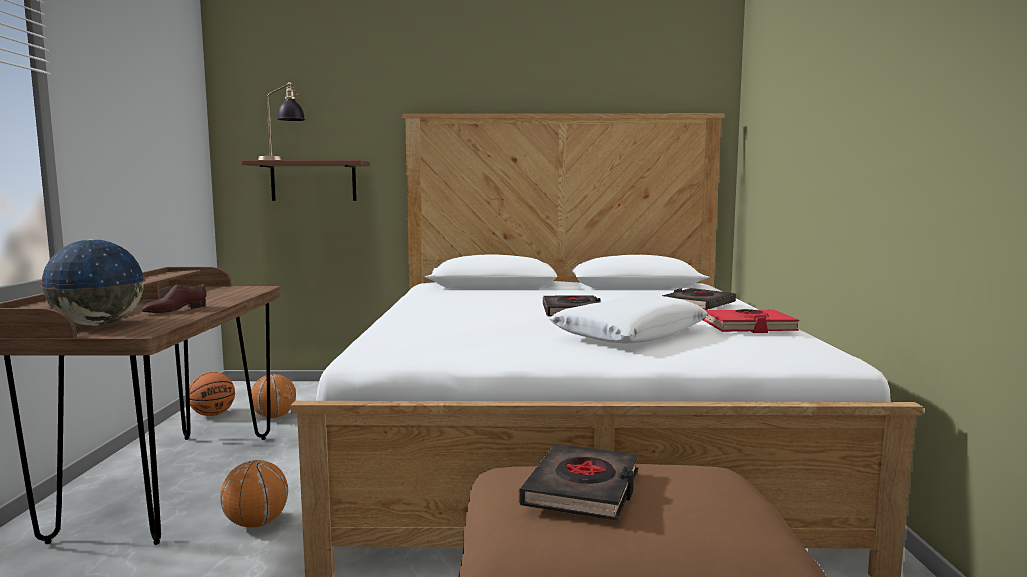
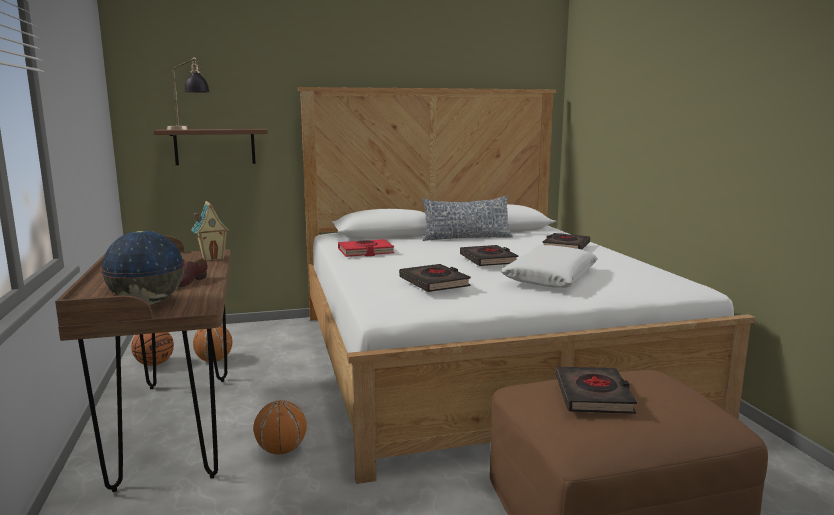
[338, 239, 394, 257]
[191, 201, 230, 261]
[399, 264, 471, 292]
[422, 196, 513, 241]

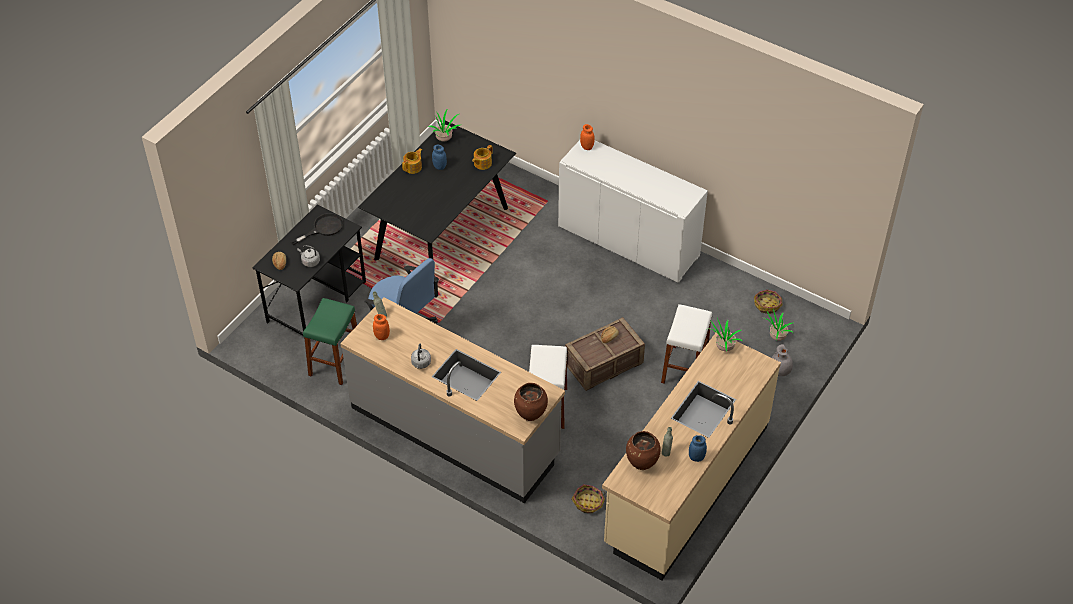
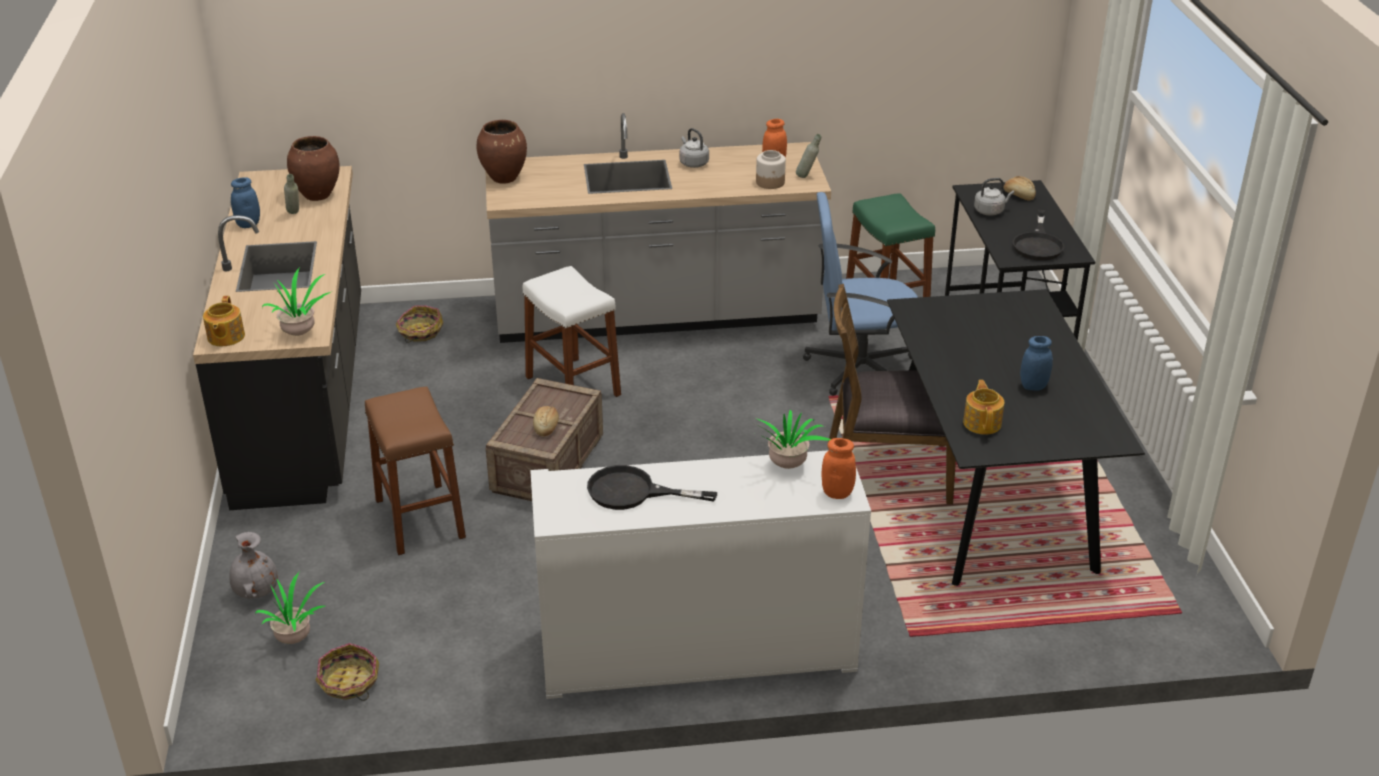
[203, 296, 245, 346]
[755, 410, 831, 469]
[193, 166, 361, 510]
[365, 386, 466, 555]
[587, 465, 717, 510]
[756, 150, 786, 189]
[828, 284, 956, 504]

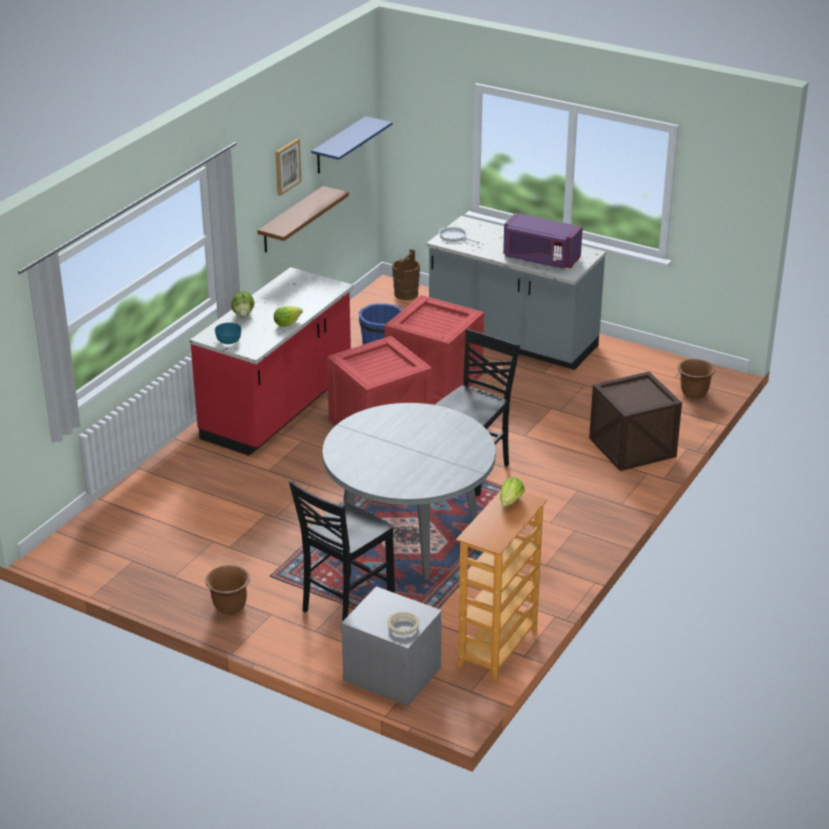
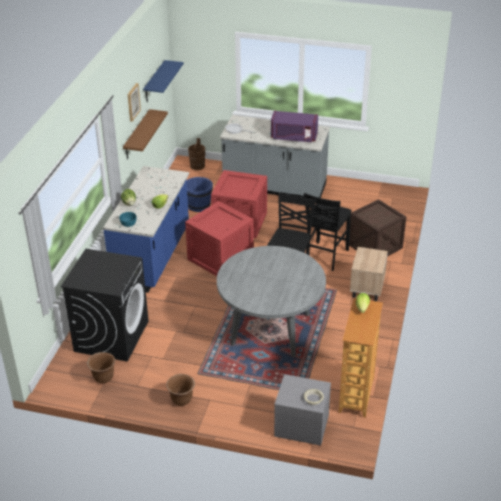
[103, 166, 189, 293]
[304, 193, 352, 271]
[87, 352, 115, 383]
[61, 249, 149, 362]
[350, 247, 388, 301]

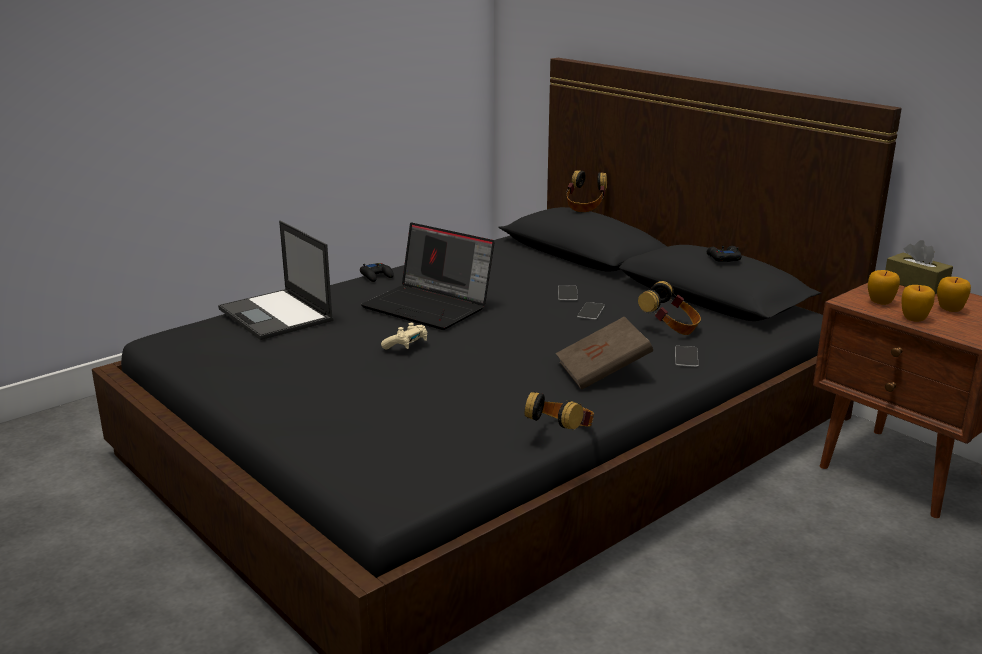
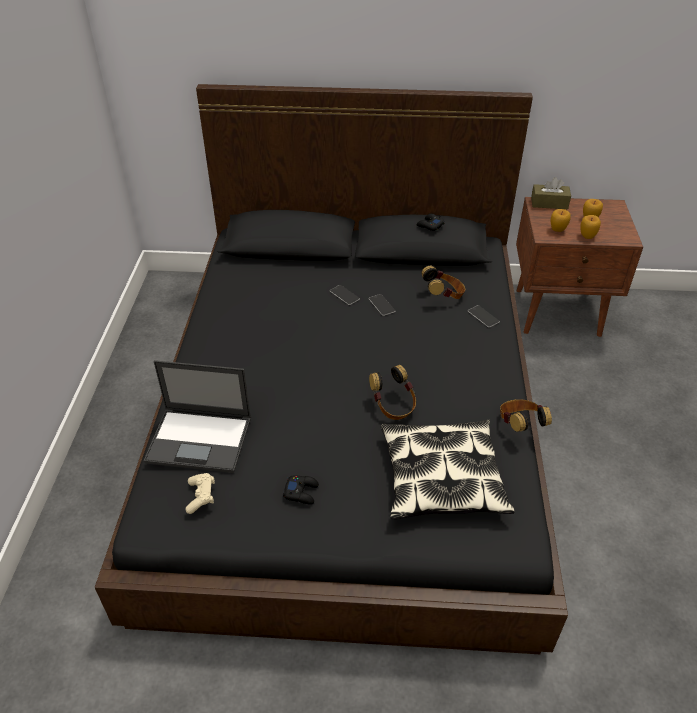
[283, 475, 319, 505]
[361, 223, 495, 330] (first image)
[185, 473, 215, 514]
[556, 317, 653, 390] (first image)
[369, 365, 416, 420]
[381, 419, 515, 520]

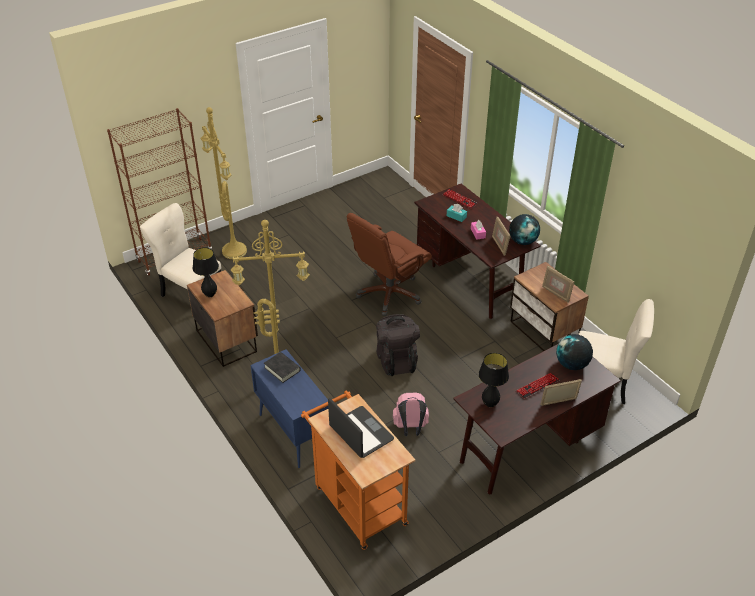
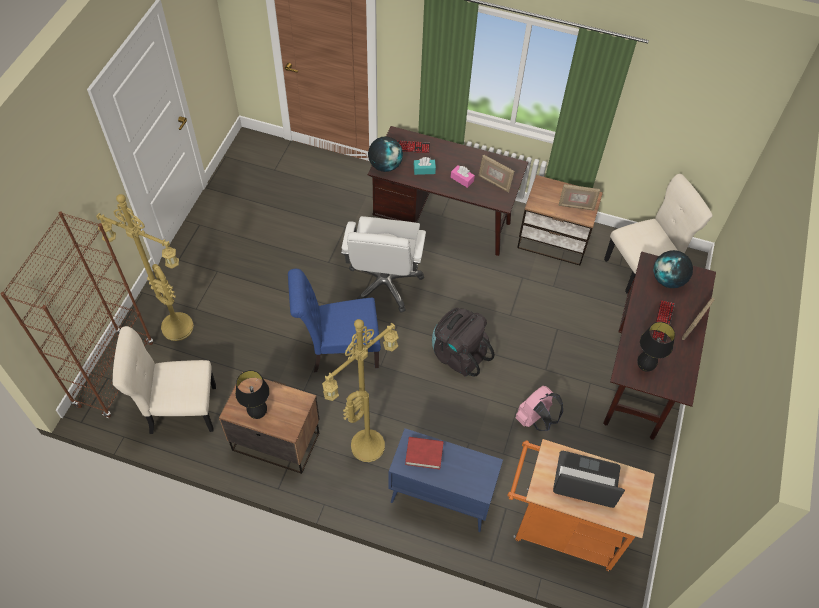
[405, 437, 444, 470]
[341, 216, 426, 313]
[368, 136, 403, 172]
[288, 269, 381, 372]

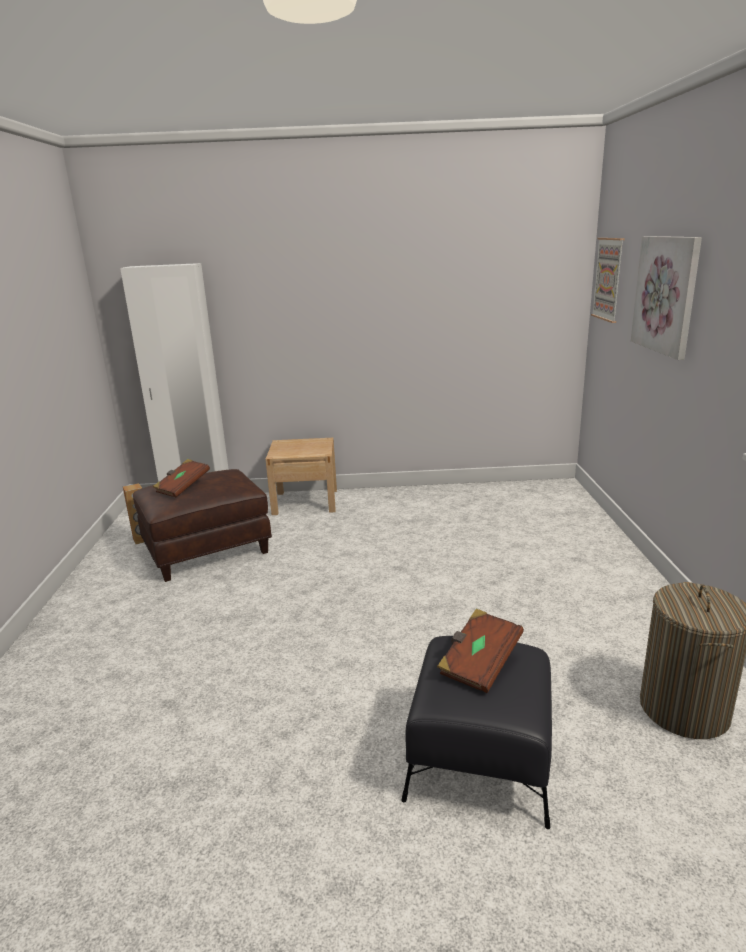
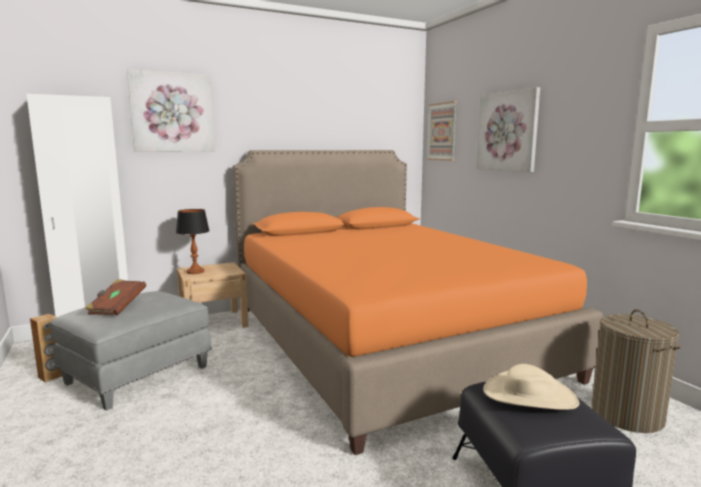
[50, 291, 212, 411]
[483, 364, 579, 410]
[127, 69, 215, 152]
[176, 209, 210, 274]
[232, 150, 603, 455]

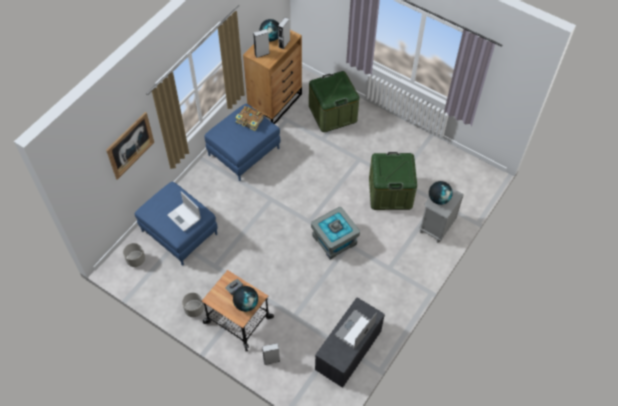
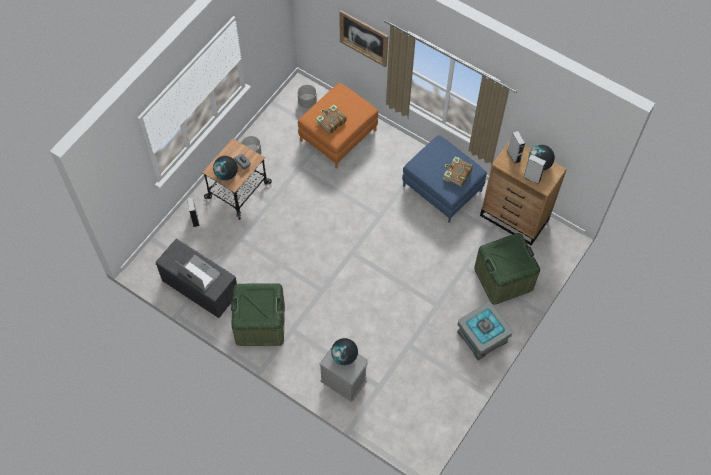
[298, 83, 378, 169]
[316, 104, 347, 134]
[457, 302, 513, 360]
[231, 283, 285, 346]

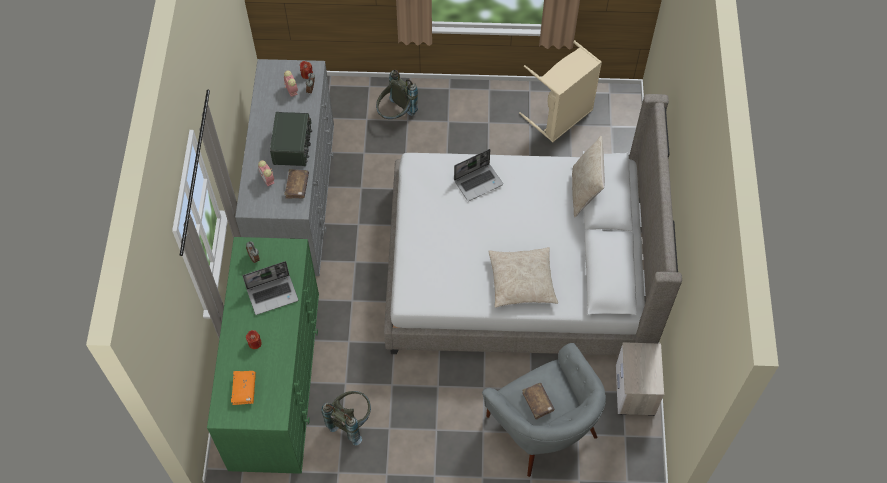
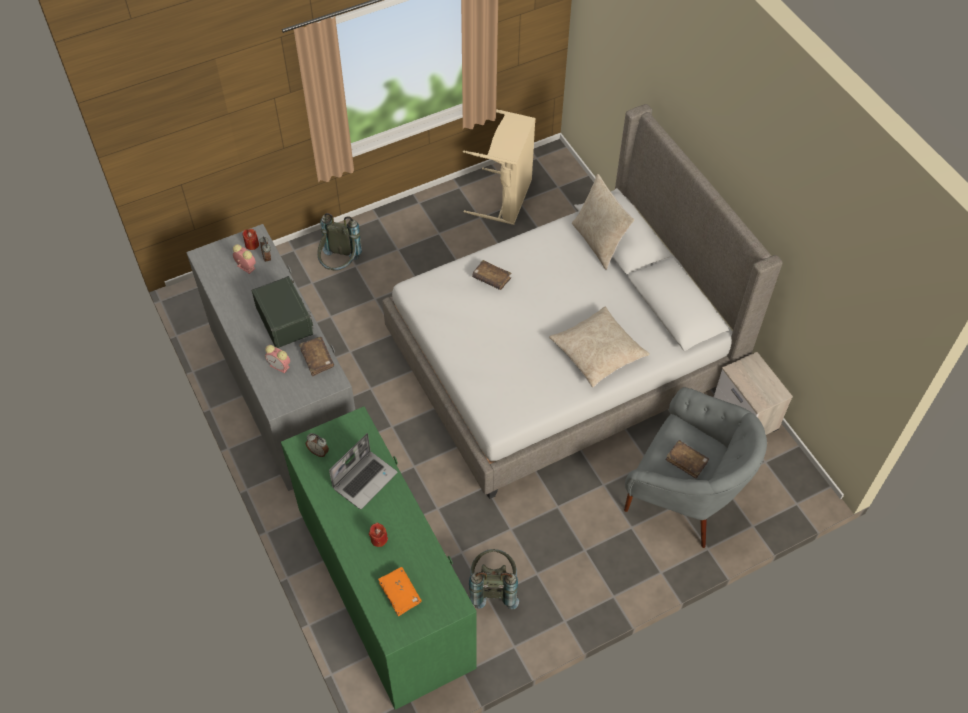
[472, 260, 511, 290]

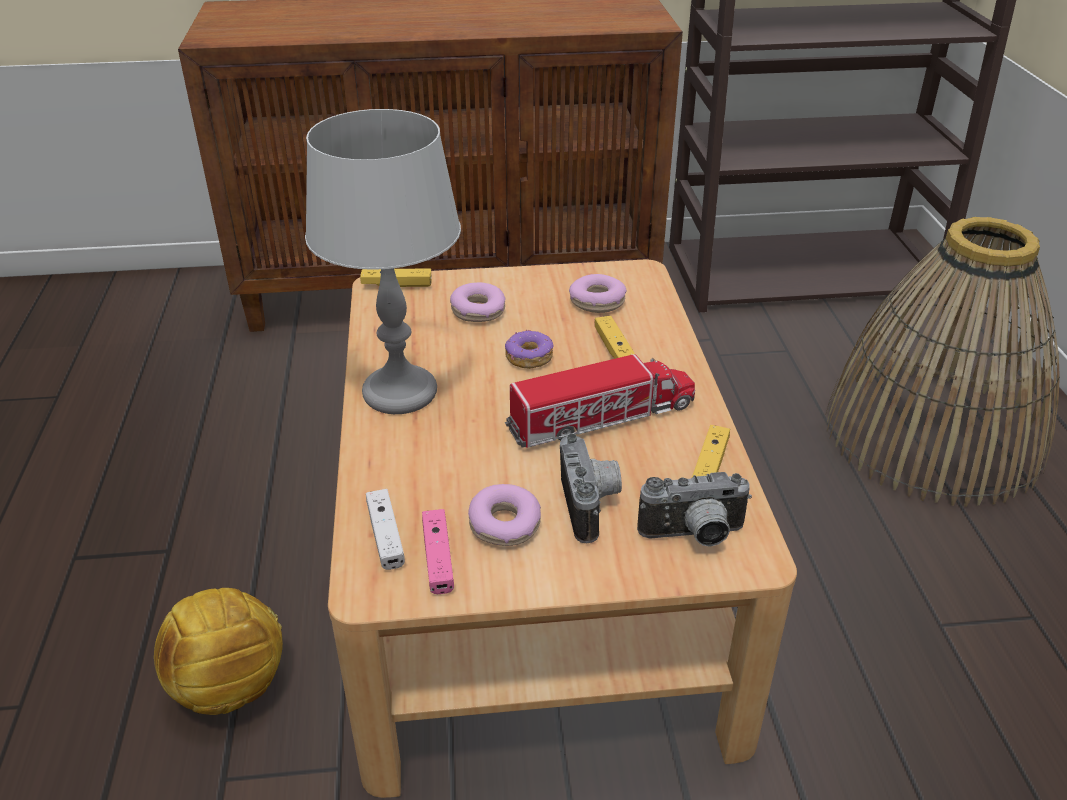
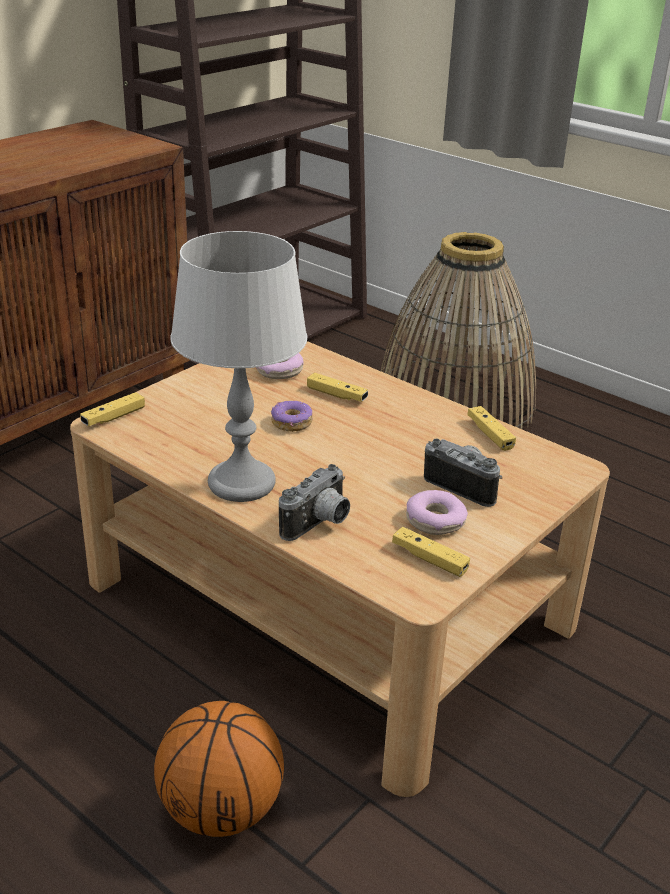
[154, 701, 284, 837]
[366, 489, 405, 570] (first image)
[392, 527, 470, 577]
[450, 282, 505, 322] (first image)
[505, 354, 695, 448] (first image)
[279, 464, 350, 541]

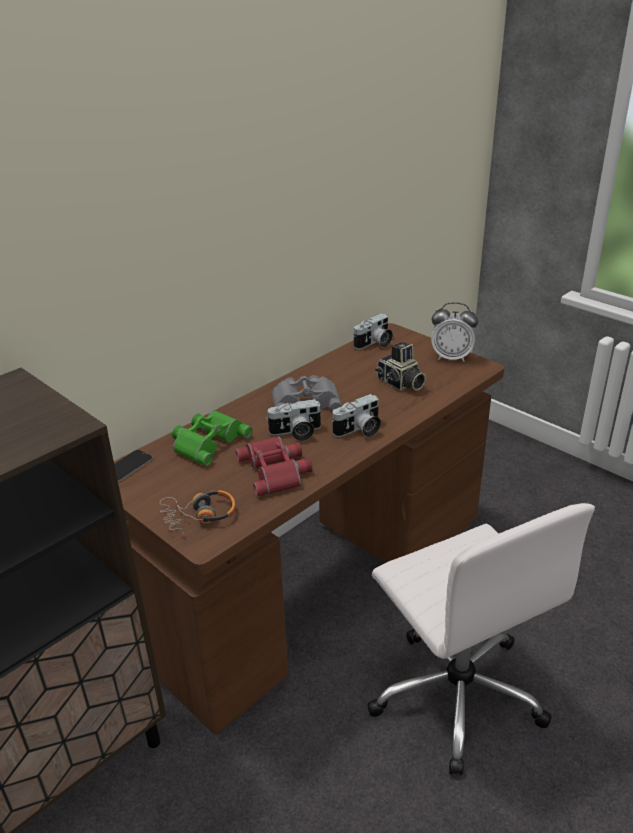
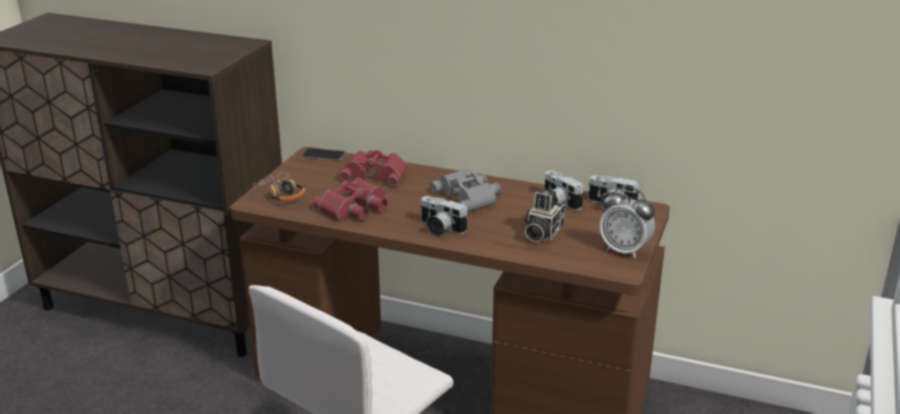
[339, 150, 408, 187]
[545, 170, 584, 211]
[600, 186, 655, 258]

